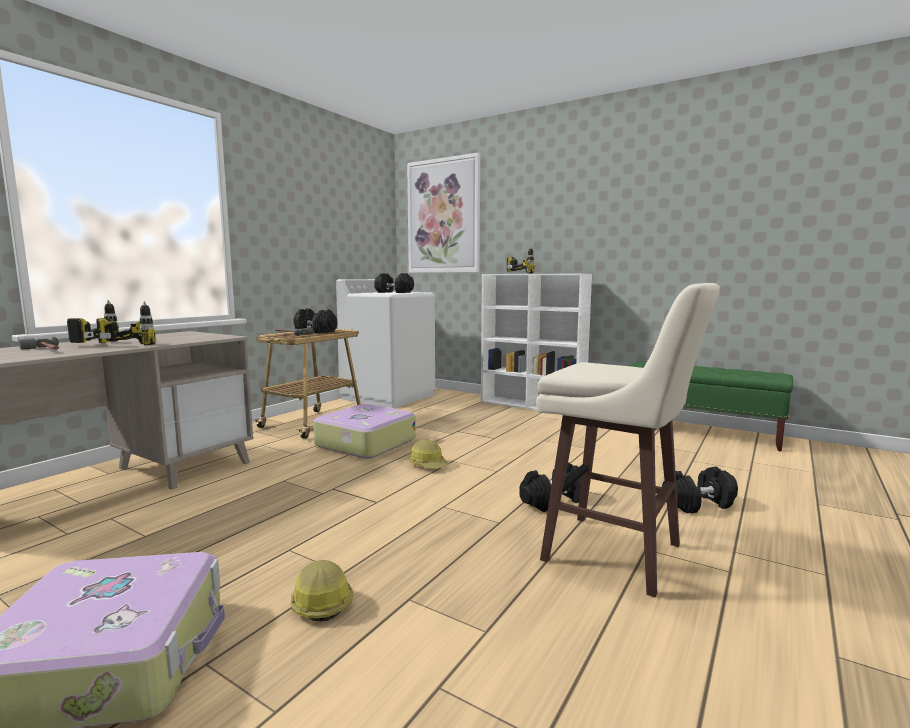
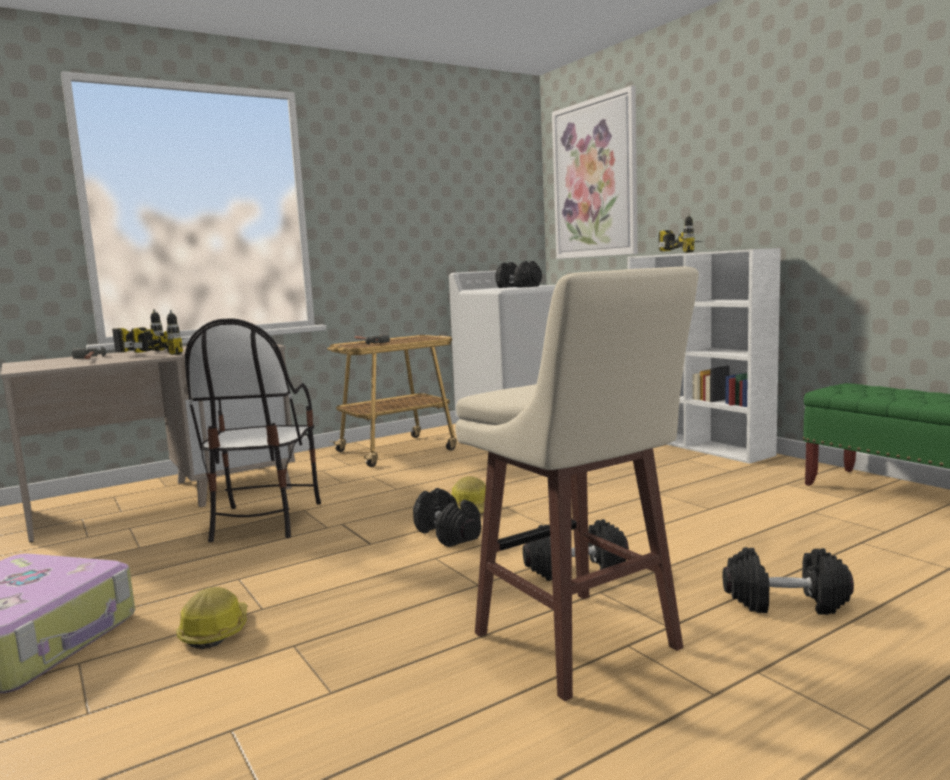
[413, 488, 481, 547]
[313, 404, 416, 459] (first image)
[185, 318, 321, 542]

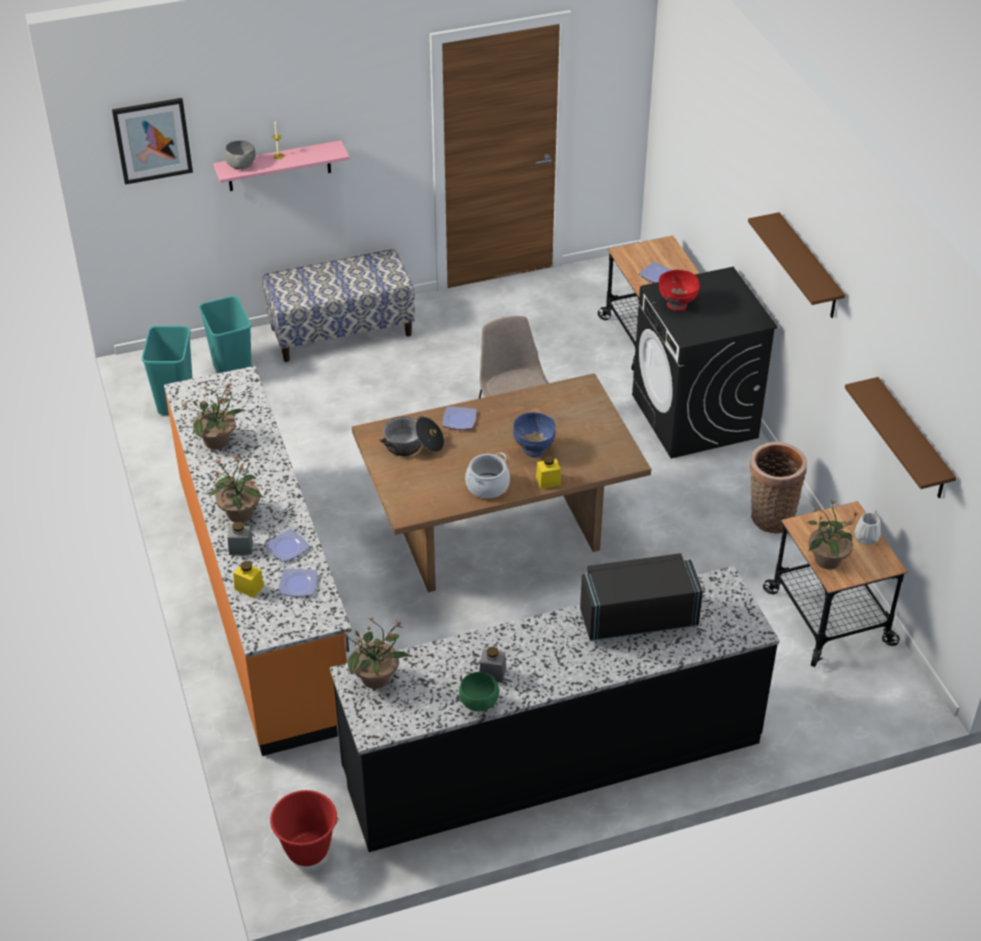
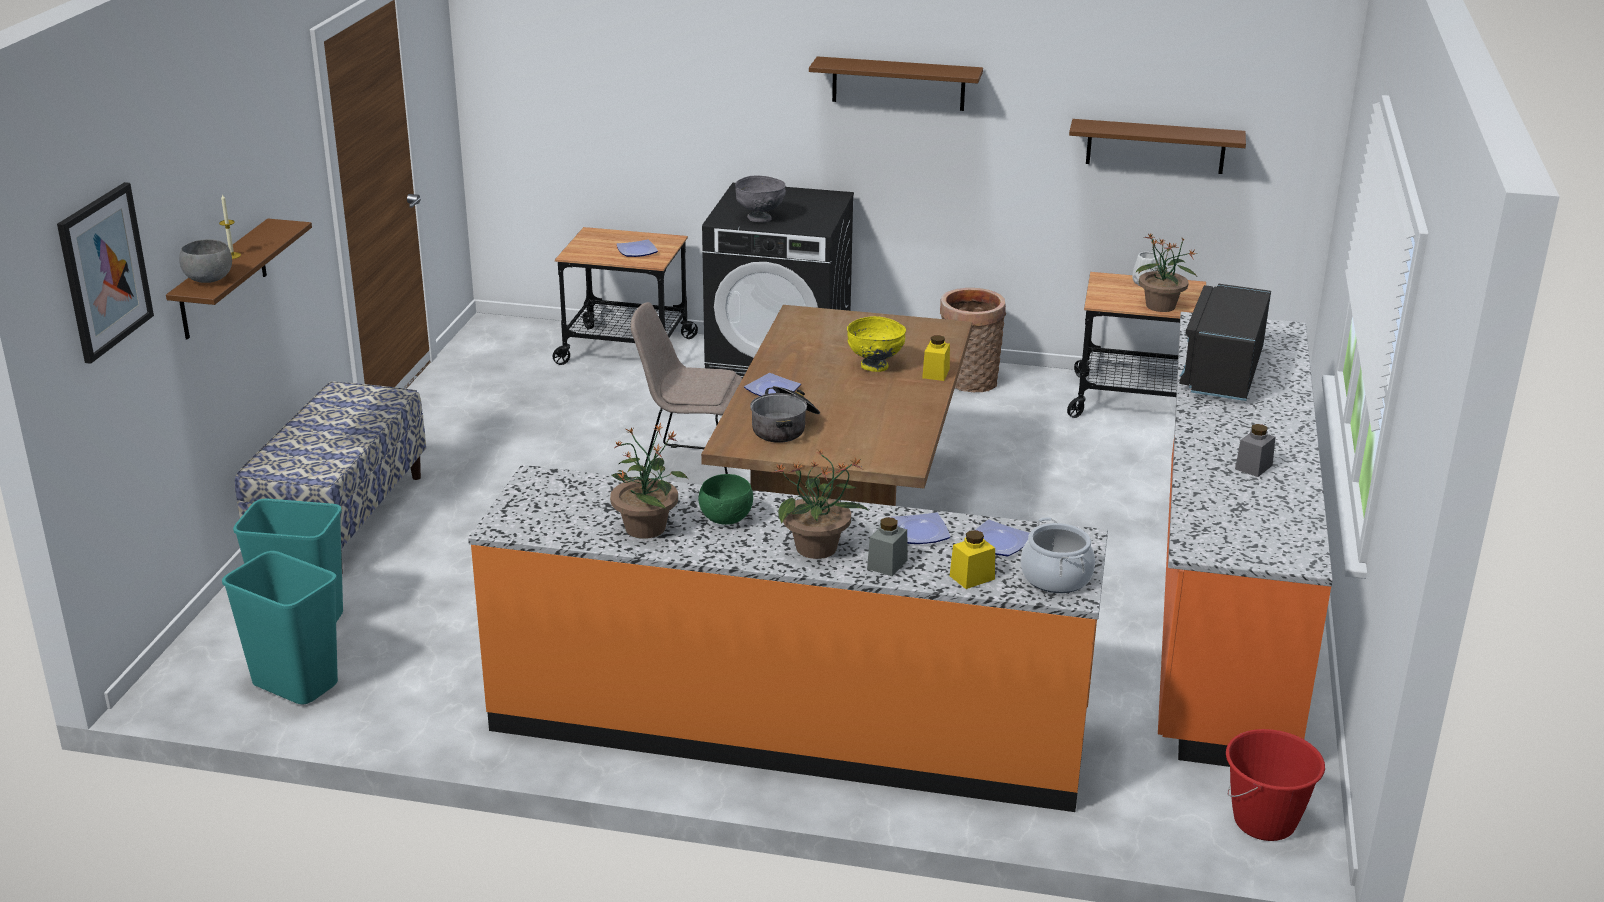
[166, 219, 312, 340]
[1158, 312, 1333, 767]
[341, 617, 411, 689] (first image)
[698, 474, 753, 525]
[1021, 517, 1095, 593]
[847, 316, 906, 372]
[735, 176, 786, 222]

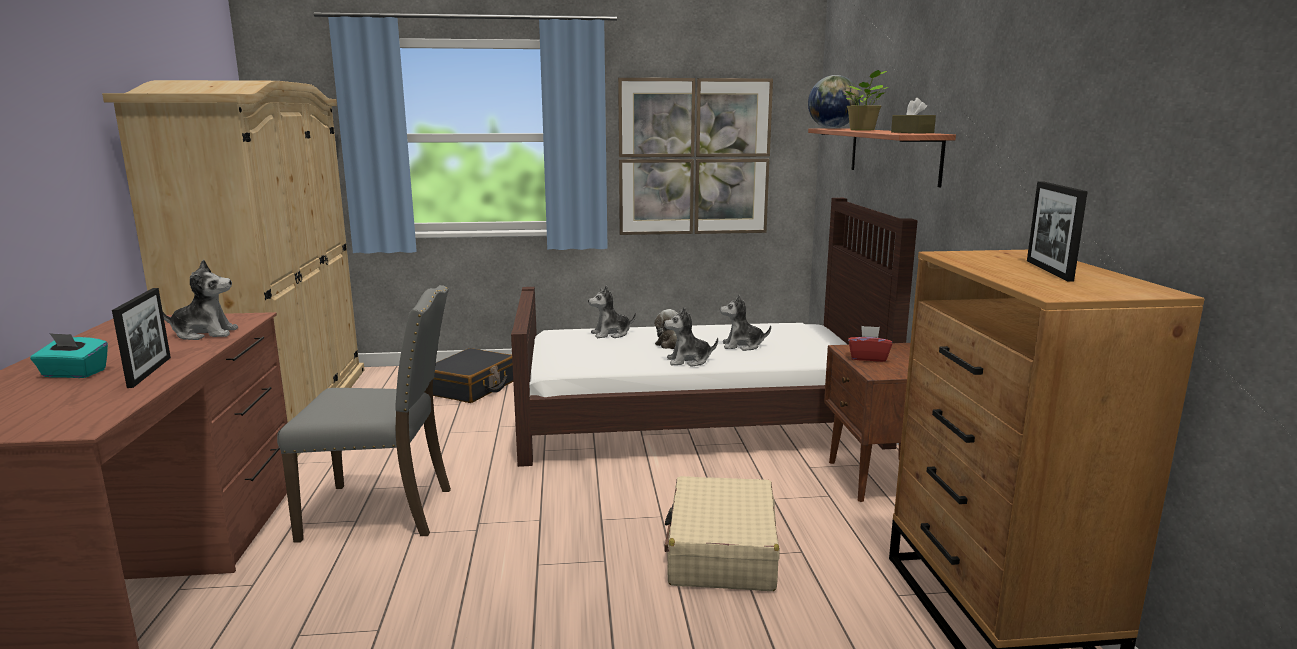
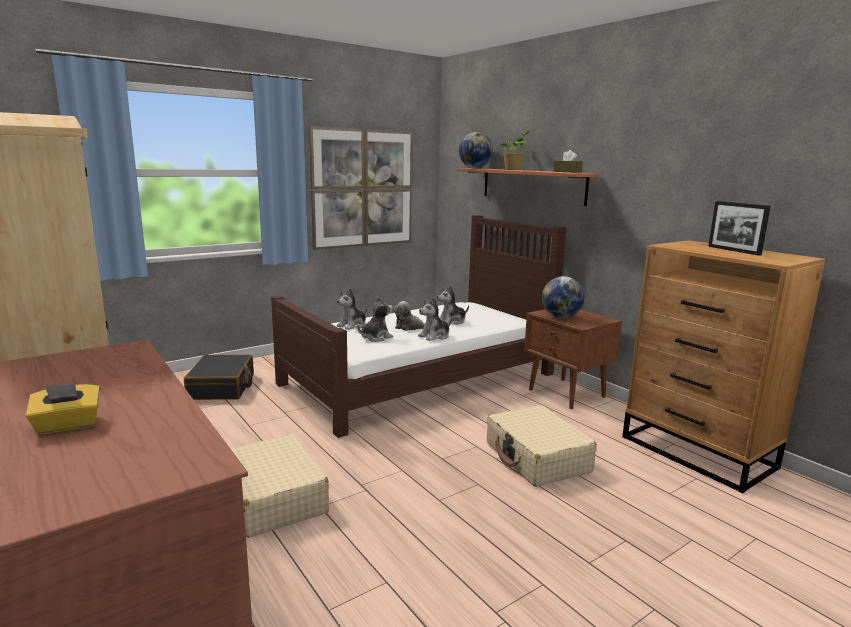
[26, 383, 100, 435]
[112, 288, 171, 388] (first image)
[357, 296, 393, 342]
[231, 434, 329, 538]
[542, 276, 584, 318]

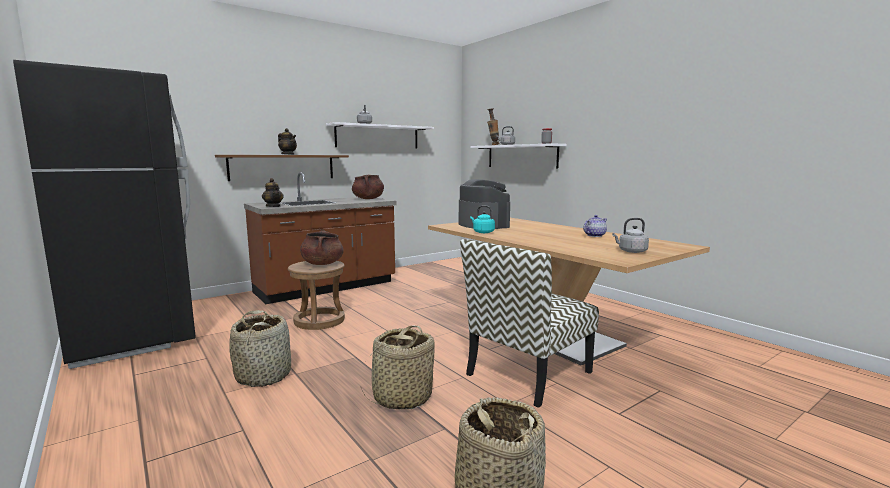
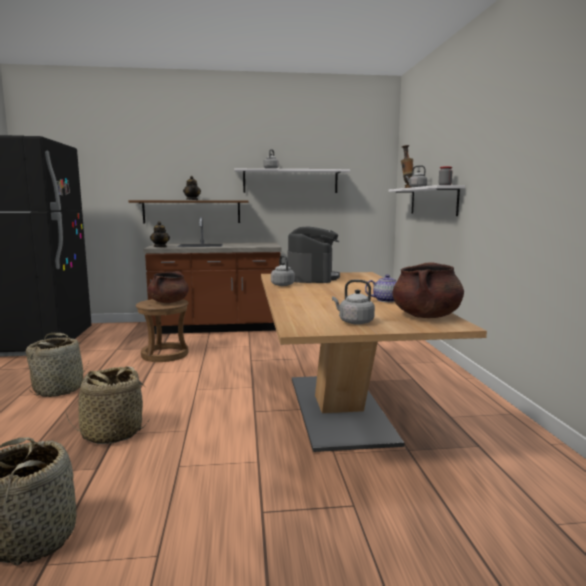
[393, 262, 464, 318]
[460, 239, 599, 408] (first image)
[271, 255, 295, 286]

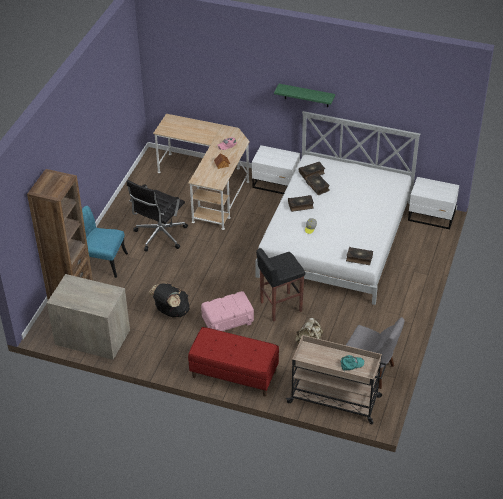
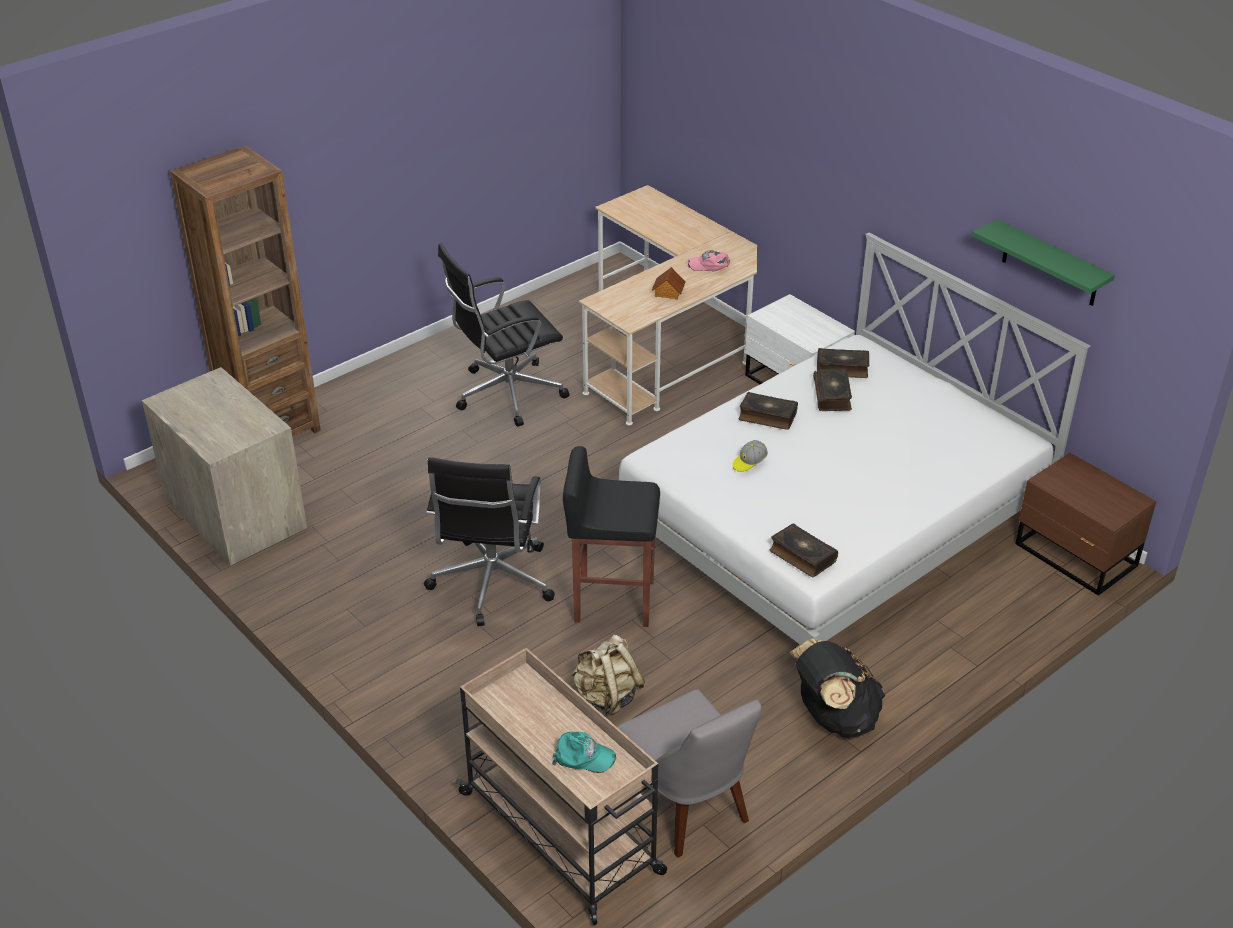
[82, 206, 128, 278] (first image)
[790, 639, 885, 738]
[188, 327, 279, 396] (first image)
[424, 457, 555, 626]
[972, 219, 1115, 306]
[1015, 453, 1156, 596]

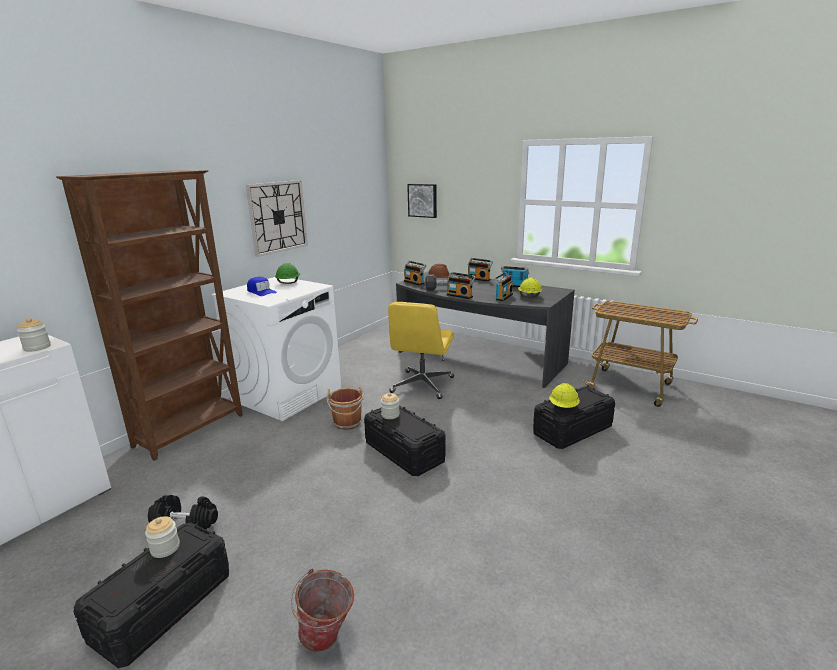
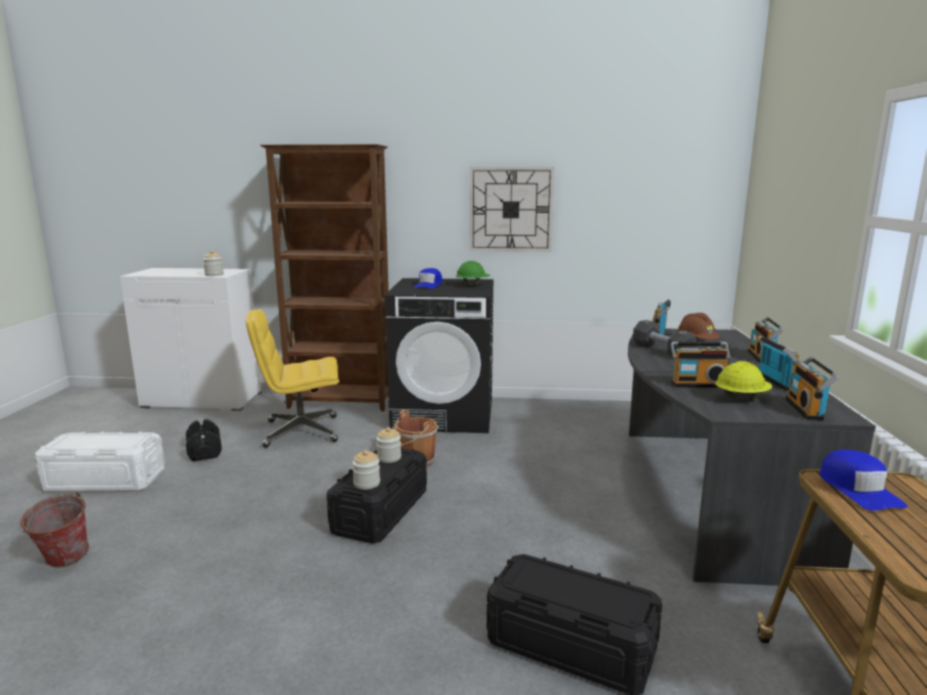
[34, 432, 165, 492]
[352, 450, 380, 489]
[385, 278, 494, 433]
[246, 309, 339, 448]
[407, 184, 437, 218] (first image)
[785, 357, 839, 420]
[549, 383, 580, 408] (first image)
[819, 450, 908, 511]

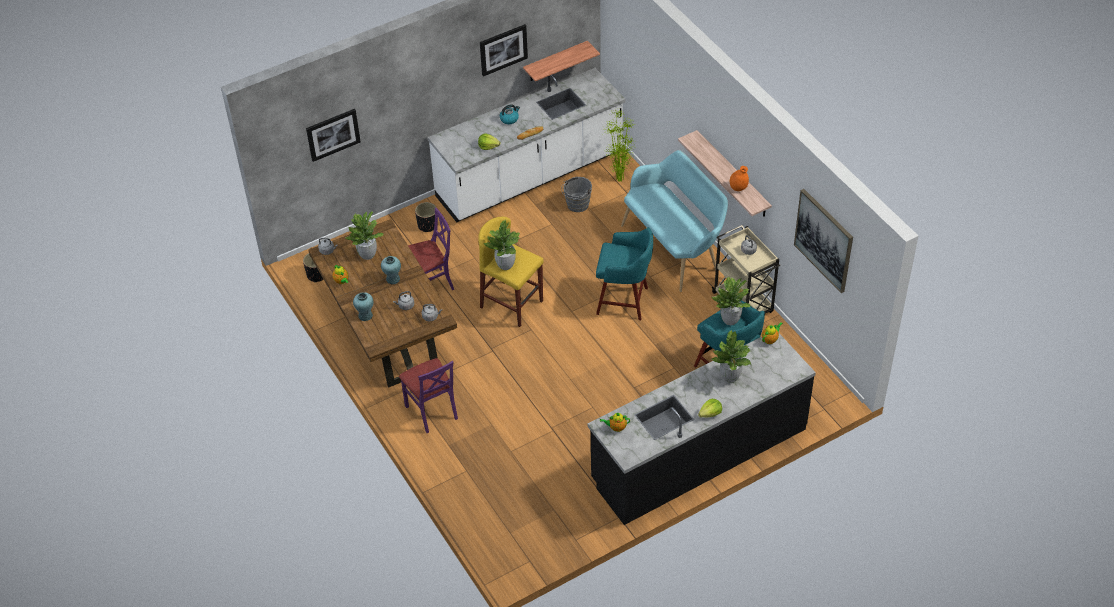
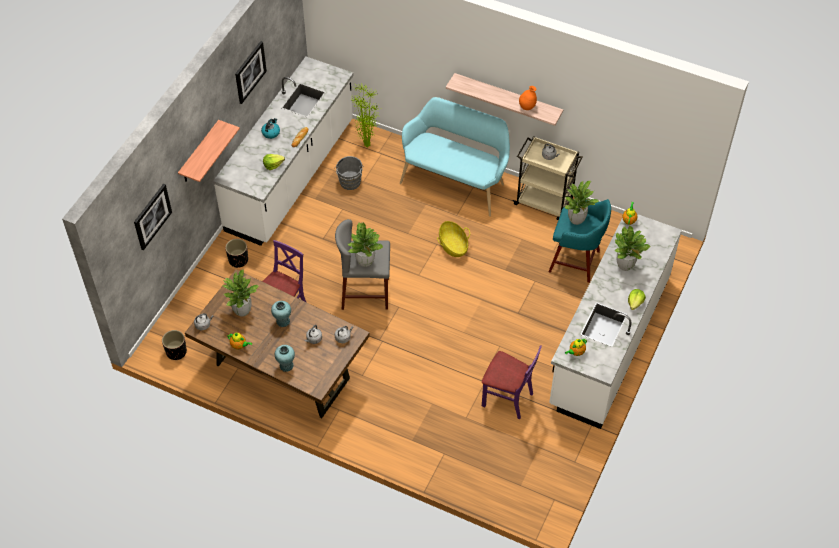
[482, 345, 542, 419]
[335, 219, 390, 310]
[178, 120, 240, 182]
[549, 214, 682, 429]
[437, 221, 470, 257]
[794, 189, 853, 293] (first image)

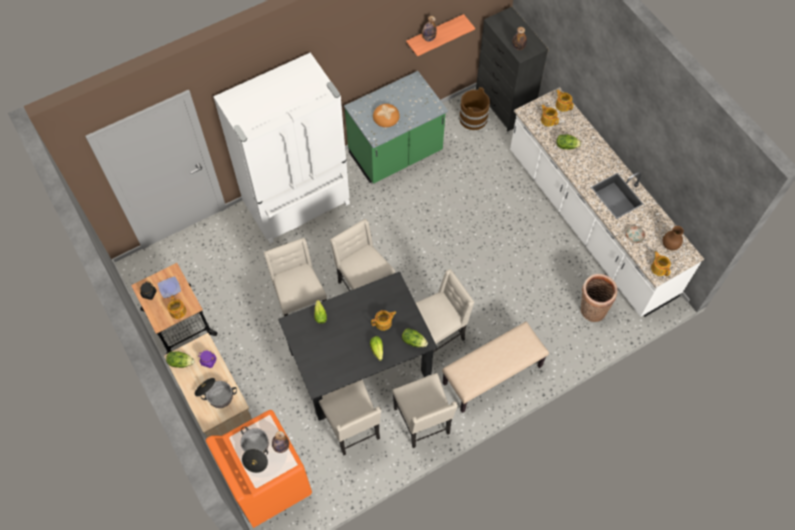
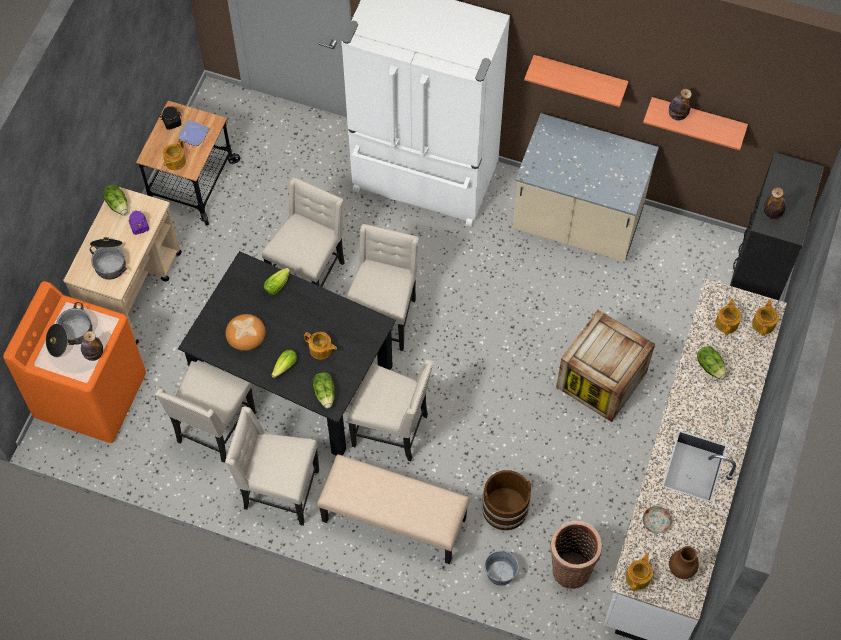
[513, 113, 659, 262]
[225, 314, 266, 351]
[225, 406, 319, 526]
[482, 470, 531, 530]
[484, 550, 519, 586]
[524, 55, 629, 107]
[556, 310, 655, 422]

